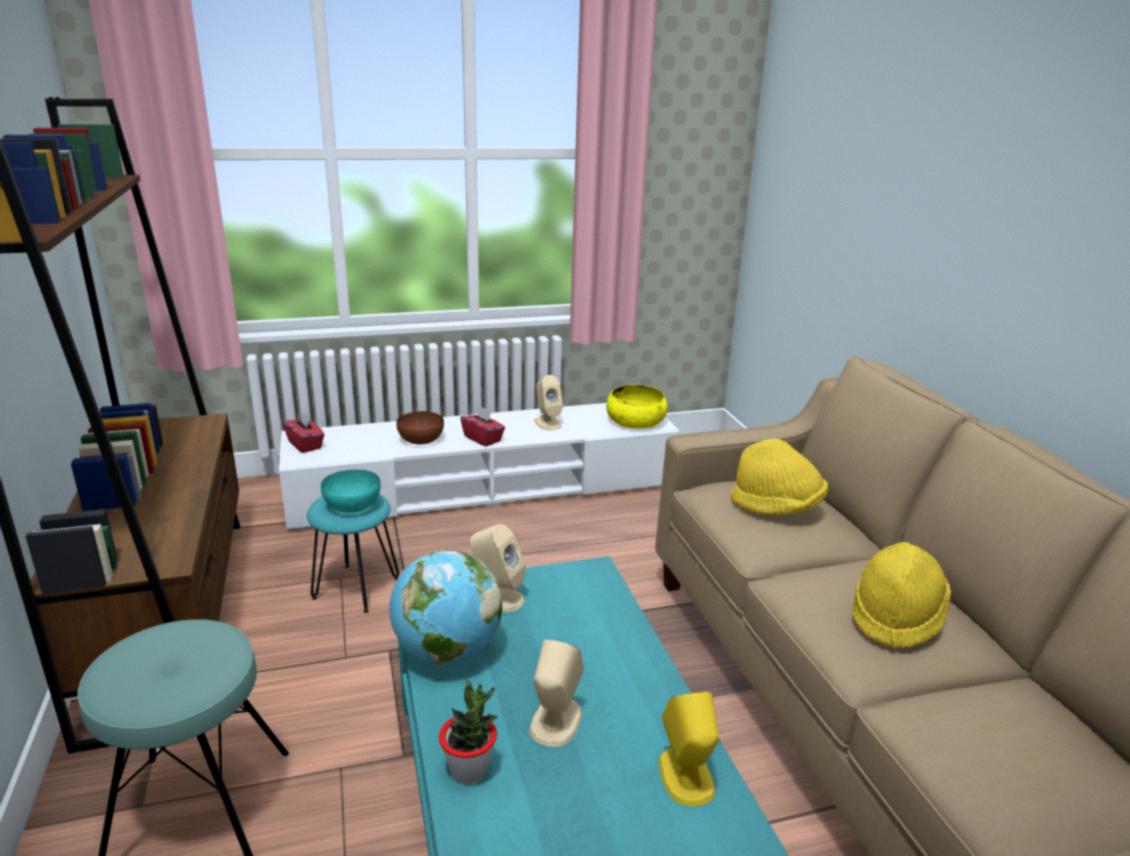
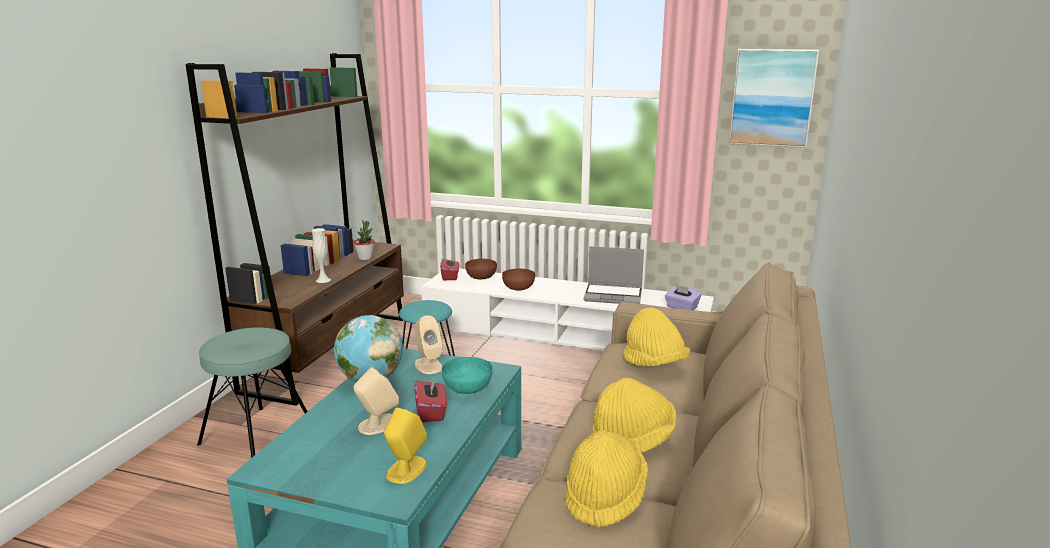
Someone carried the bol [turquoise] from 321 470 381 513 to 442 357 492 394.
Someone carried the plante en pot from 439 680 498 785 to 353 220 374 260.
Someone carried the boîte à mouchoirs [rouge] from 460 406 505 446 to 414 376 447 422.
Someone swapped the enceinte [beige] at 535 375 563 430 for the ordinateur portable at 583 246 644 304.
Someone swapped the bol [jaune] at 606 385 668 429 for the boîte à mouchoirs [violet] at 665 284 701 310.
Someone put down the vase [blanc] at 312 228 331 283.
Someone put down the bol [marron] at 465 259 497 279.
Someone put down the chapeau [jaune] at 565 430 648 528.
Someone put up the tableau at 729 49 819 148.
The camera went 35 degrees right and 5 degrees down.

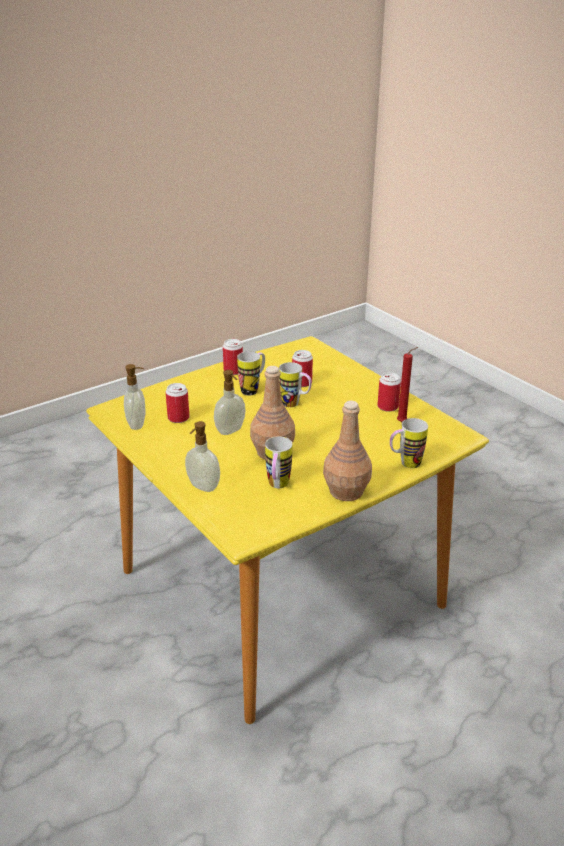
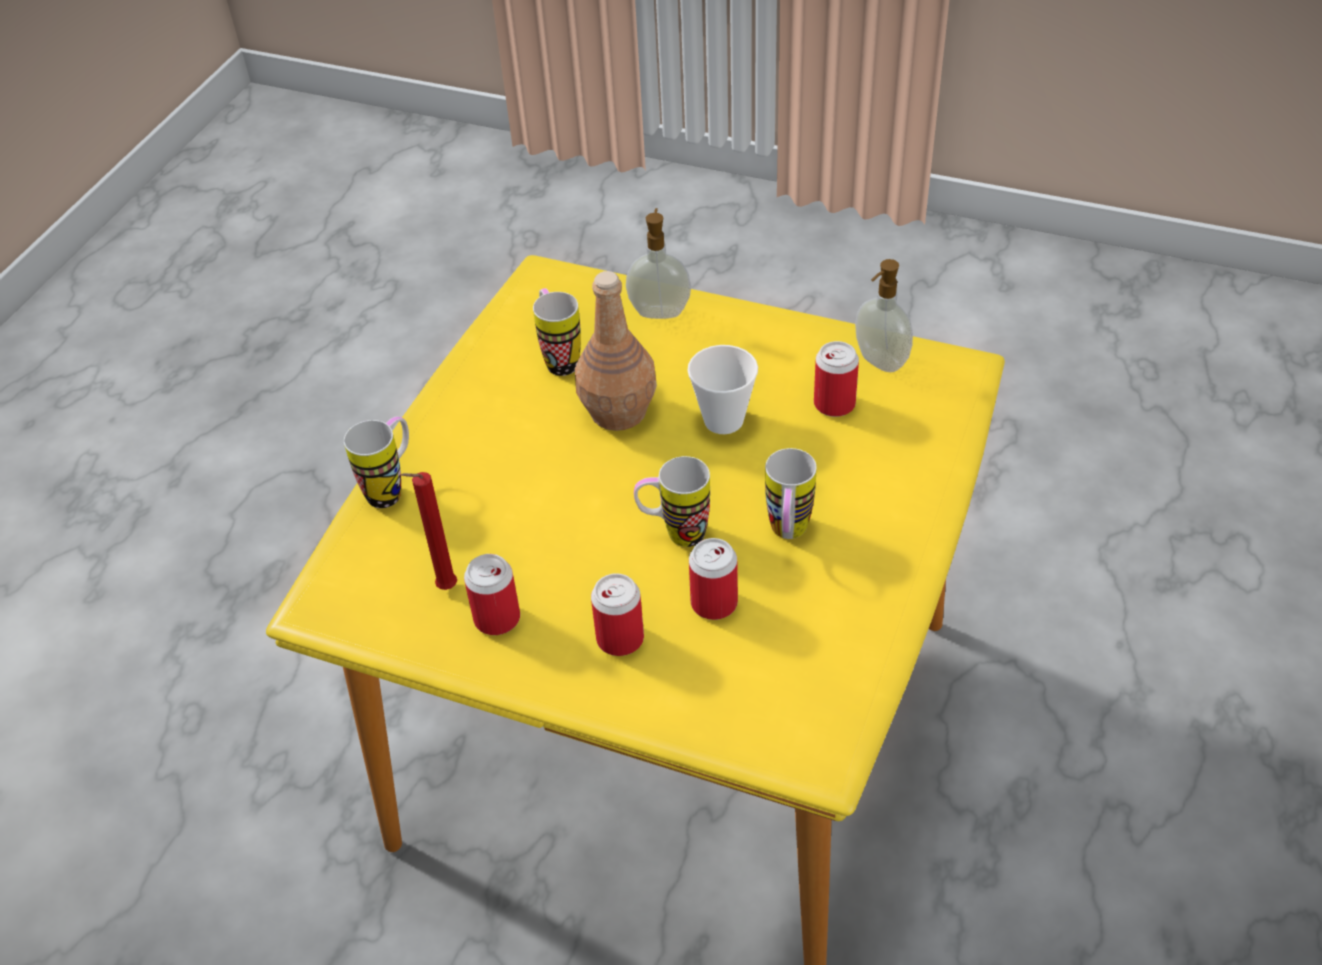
Someone swapped the distributeur de savon at 214 370 246 435 for the tasse at 687 345 758 434.
Someone carried the boîte métallique from 223 339 243 375 to 591 573 644 656.
Someone took away the bouteille [marron] at 323 401 372 501.
The camera went 150 degrees right and 15 degrees up.

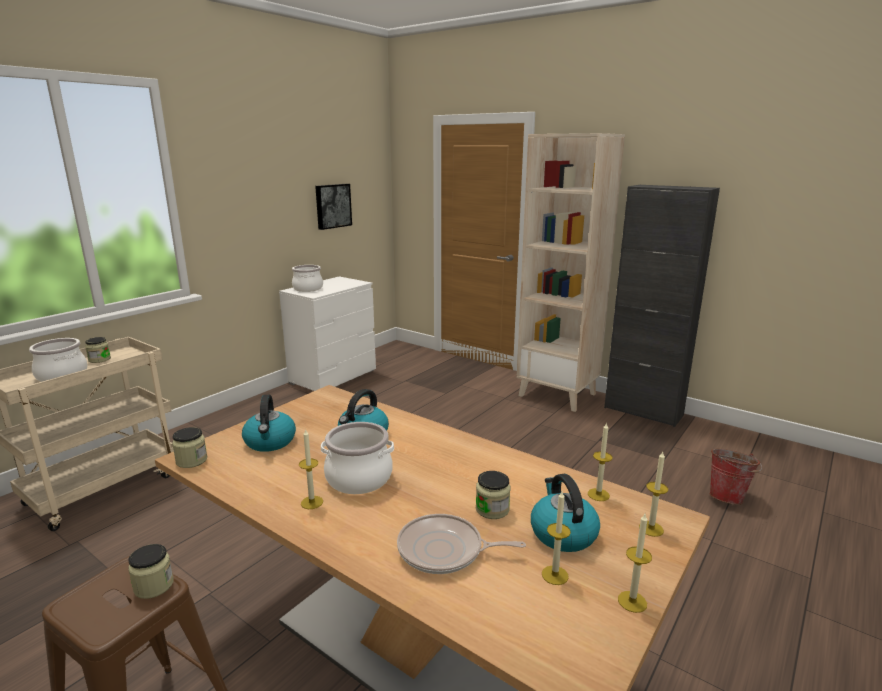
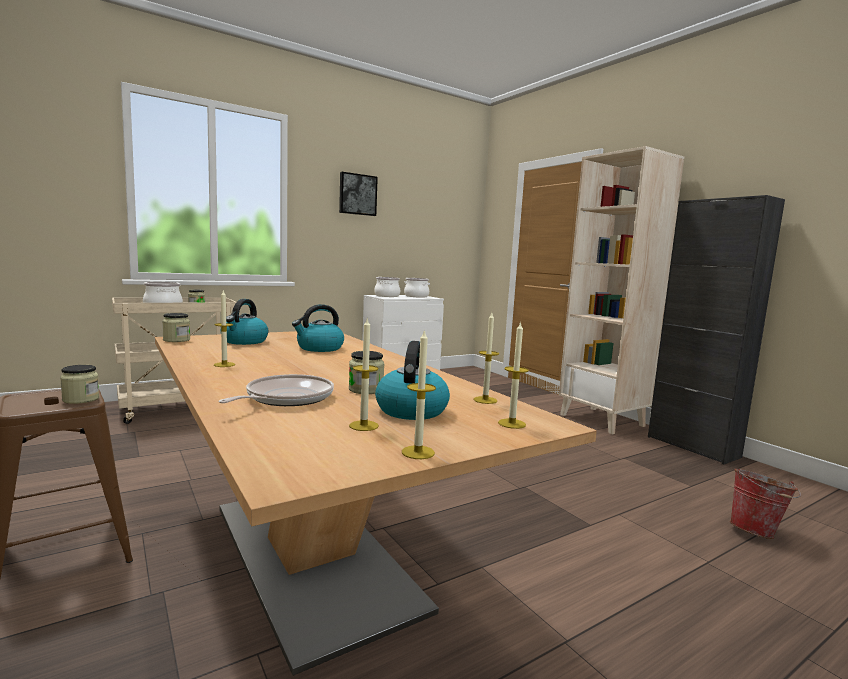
Someone carried the tableau from 315 184 352 230 to 339 172 378 216.
Someone carried the marmite from 321 422 394 494 to 404 278 430 298.
Someone rotated the poêle at 397 514 526 574 by 90 degrees clockwise.
The camera went 20 degrees right and 10 degrees down.

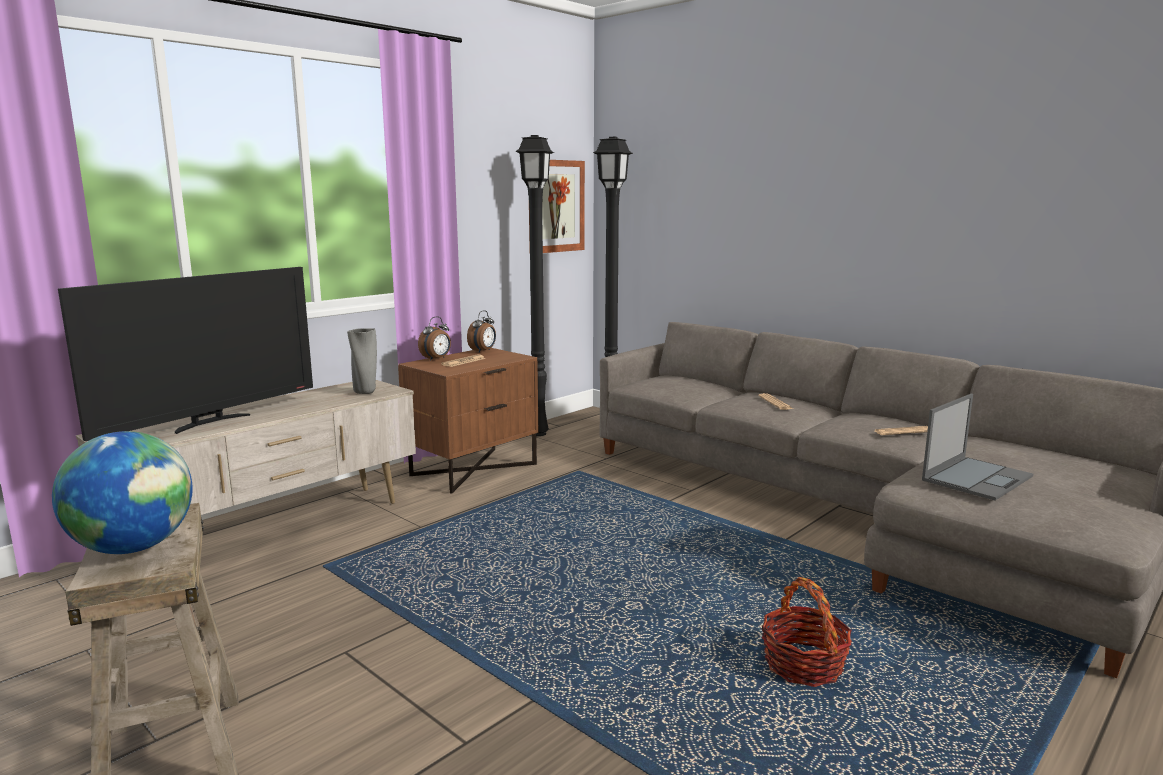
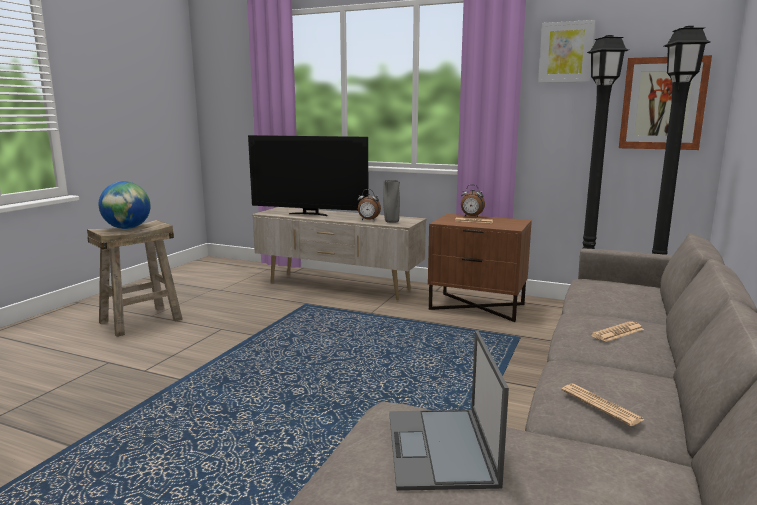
Someone carried the réveil from 467 310 496 353 to 358 189 381 221.
Someone took away the panier at 762 577 852 687.
Someone rotated the ordinateur portable at 922 394 1033 501 by 60 degrees clockwise.
Someone put up the tableau at 538 20 595 83.
The camera went 70 degrees right and 0 degrees up.

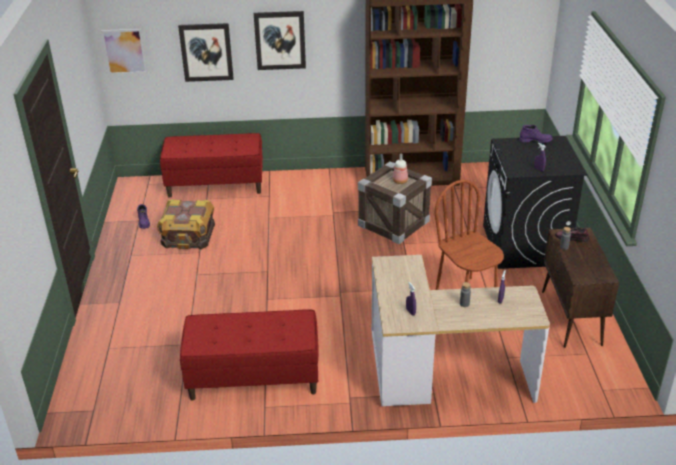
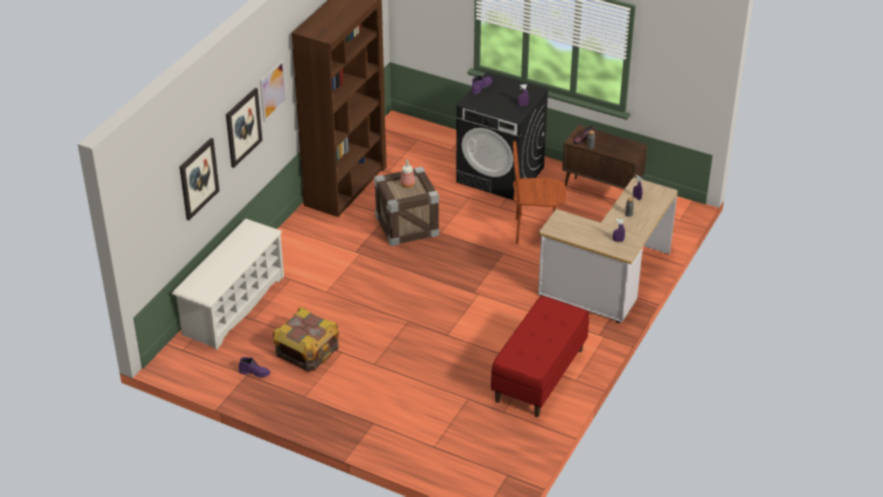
Someone carried the tableau from 101 29 148 75 to 260 60 287 122.
Someone swapped the banc [rouge] at 160 133 263 198 for the étagère à chaussures [blanc] at 172 218 284 350.
The camera went 60 degrees left and 5 degrees up.

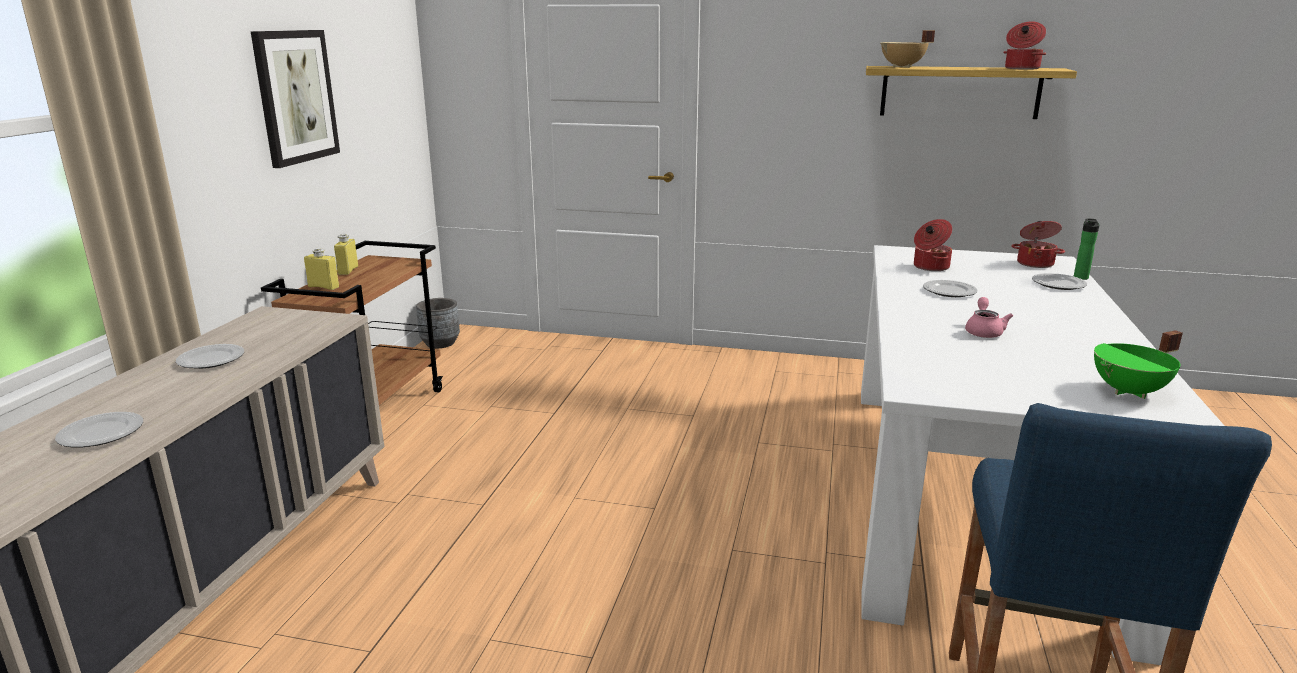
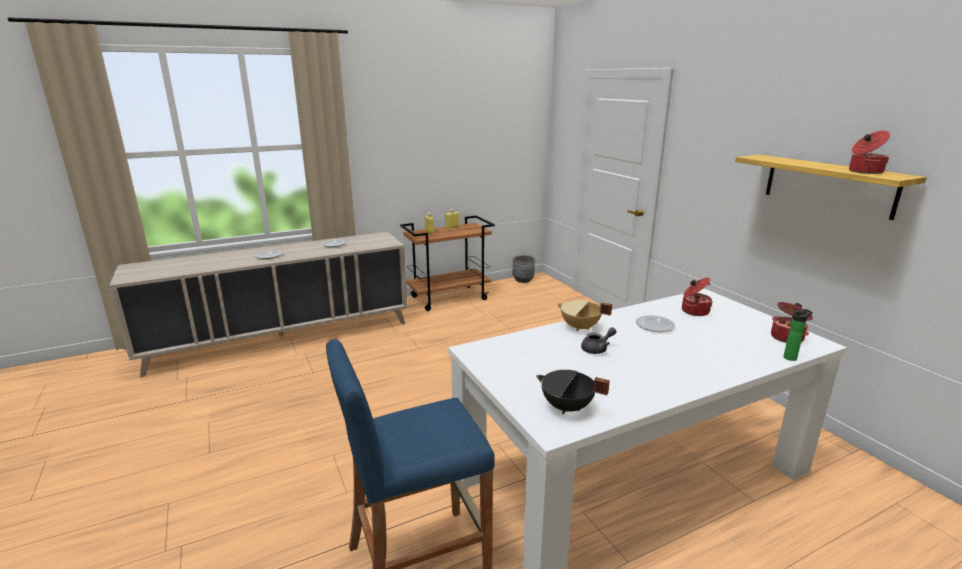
Someone took away the tableau at 250 30 340 168.
Someone carried the marmite [beige] from 880 30 935 68 to 557 300 612 331.
Someone repainted the théière [rose] at 965 297 1013 338, which became the théière [gris] at 581 327 616 354.
Someone took away the assiette at 1032 273 1087 290.
Someone repainted the marmite [vert] at 1094 330 1183 399, which became the marmite [noir] at 536 370 610 414.
The camera went 50 degrees right and 0 degrees up.

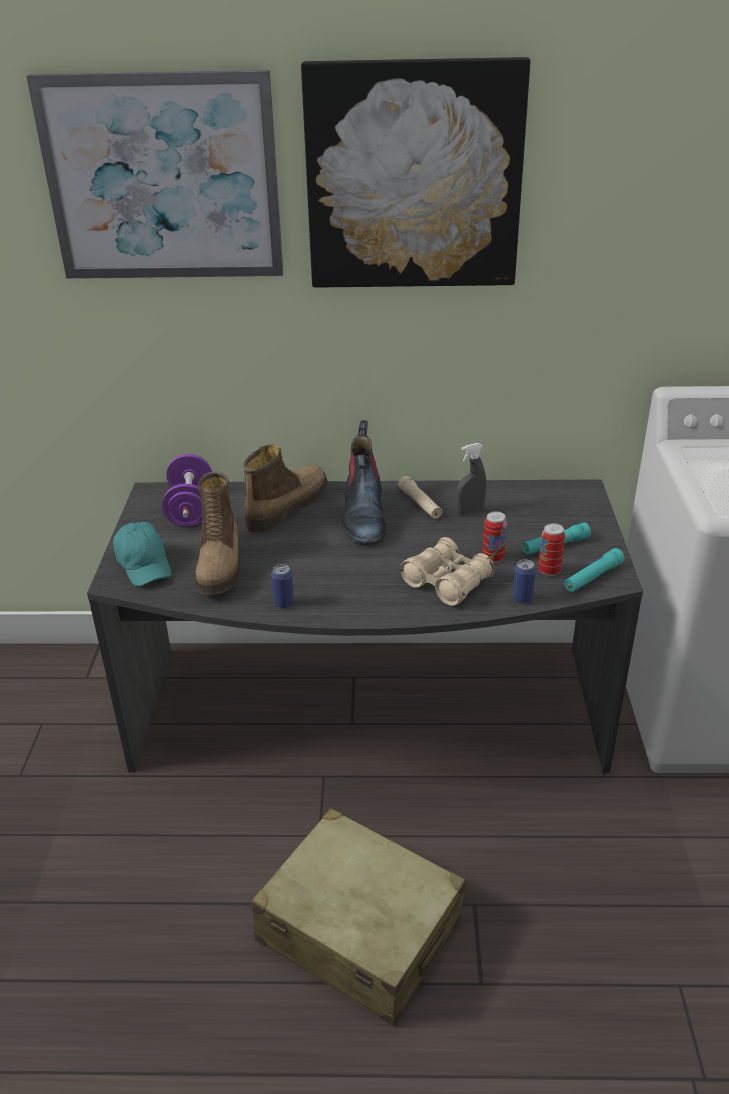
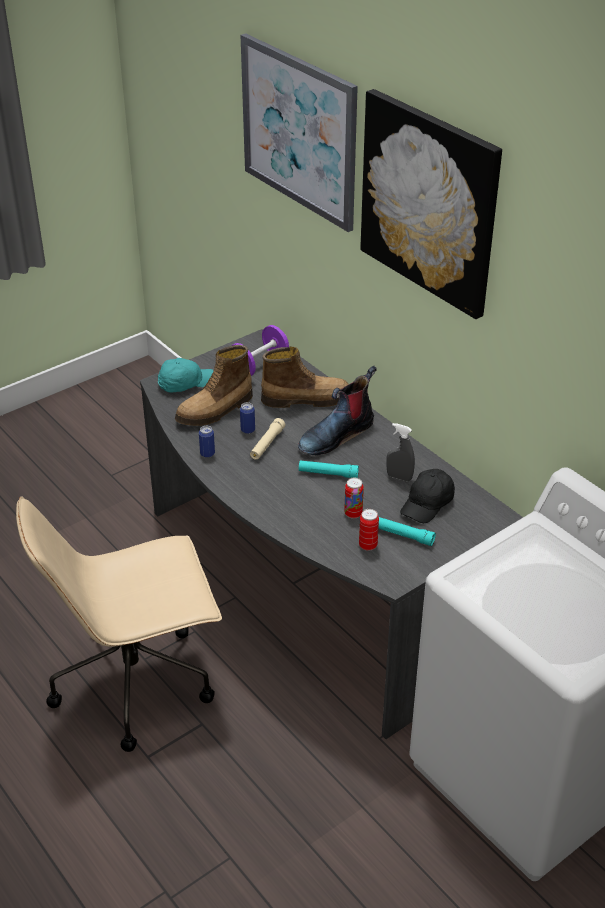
Someone rotated the casquette [turquoise] at 113 522 172 586 by 135 degrees counterclockwise.
Someone swapped the valise [beige] at 251 808 466 1026 for the chaise de bureau [beige] at 16 496 222 752.
Someone carried the lampe de poche [beige] from 398 476 442 519 to 250 418 285 460.
Someone took away the jumelles [beige] at 400 537 495 606.
Someone carried the boîte métallique from 513 559 536 604 to 240 402 255 434.
Someone carried the lampe de poche [turquoise] from 564 548 625 592 to 299 460 359 478.
Someone put down the casquette [noir] at 400 469 455 523.
The camera went 50 degrees right and 5 degrees up.

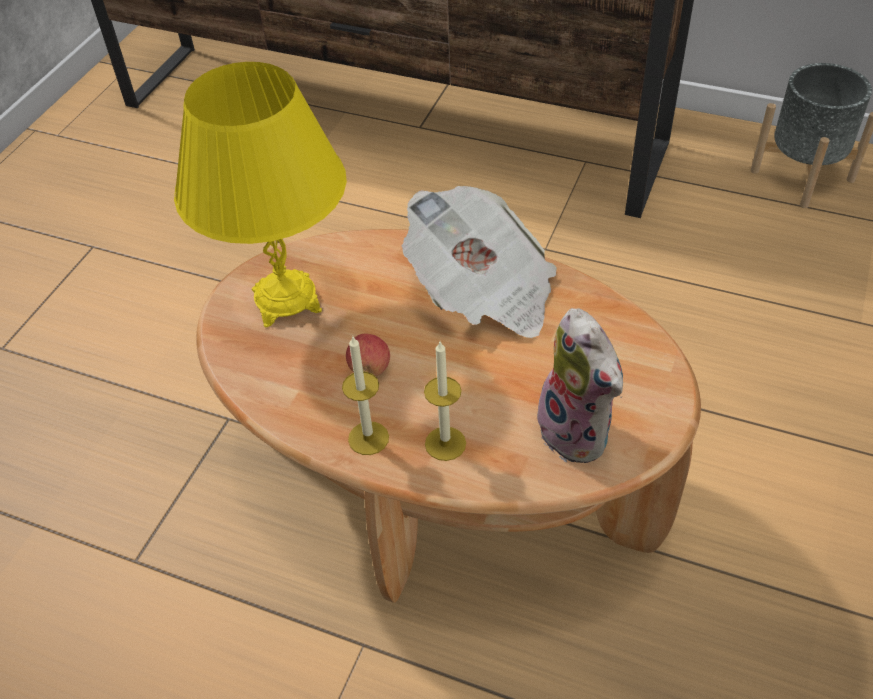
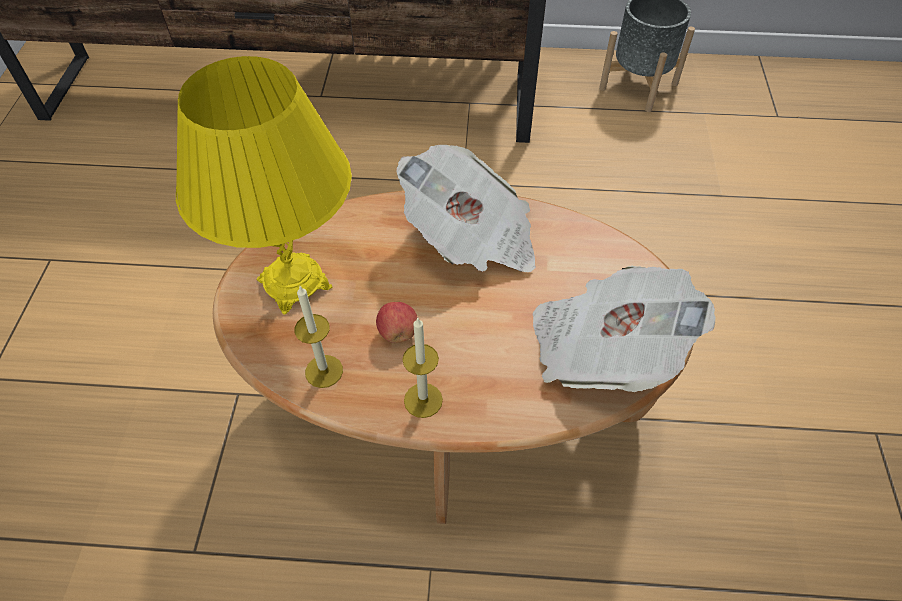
Someone carried the bougie from 424 342 466 461 to 295 286 343 388.
Someone swapped the peluche at 531 308 623 463 for the journal at 532 266 716 392.
The camera went 20 degrees left and 5 degrees up.

